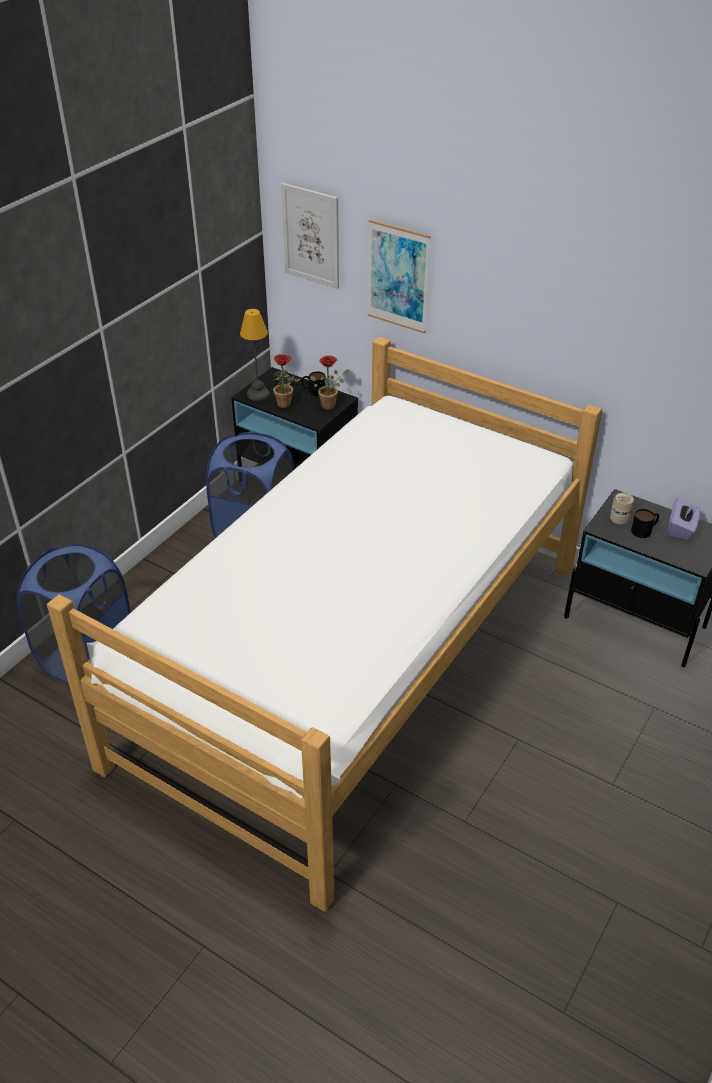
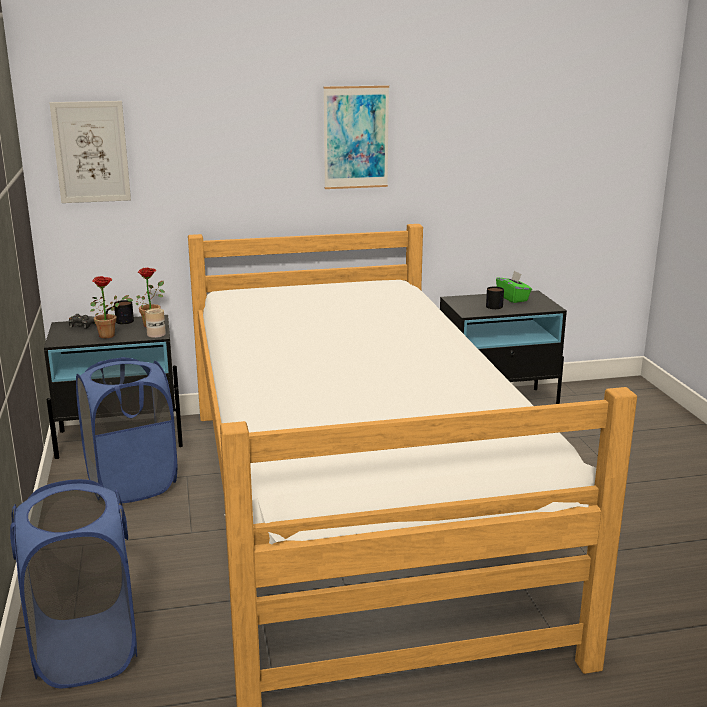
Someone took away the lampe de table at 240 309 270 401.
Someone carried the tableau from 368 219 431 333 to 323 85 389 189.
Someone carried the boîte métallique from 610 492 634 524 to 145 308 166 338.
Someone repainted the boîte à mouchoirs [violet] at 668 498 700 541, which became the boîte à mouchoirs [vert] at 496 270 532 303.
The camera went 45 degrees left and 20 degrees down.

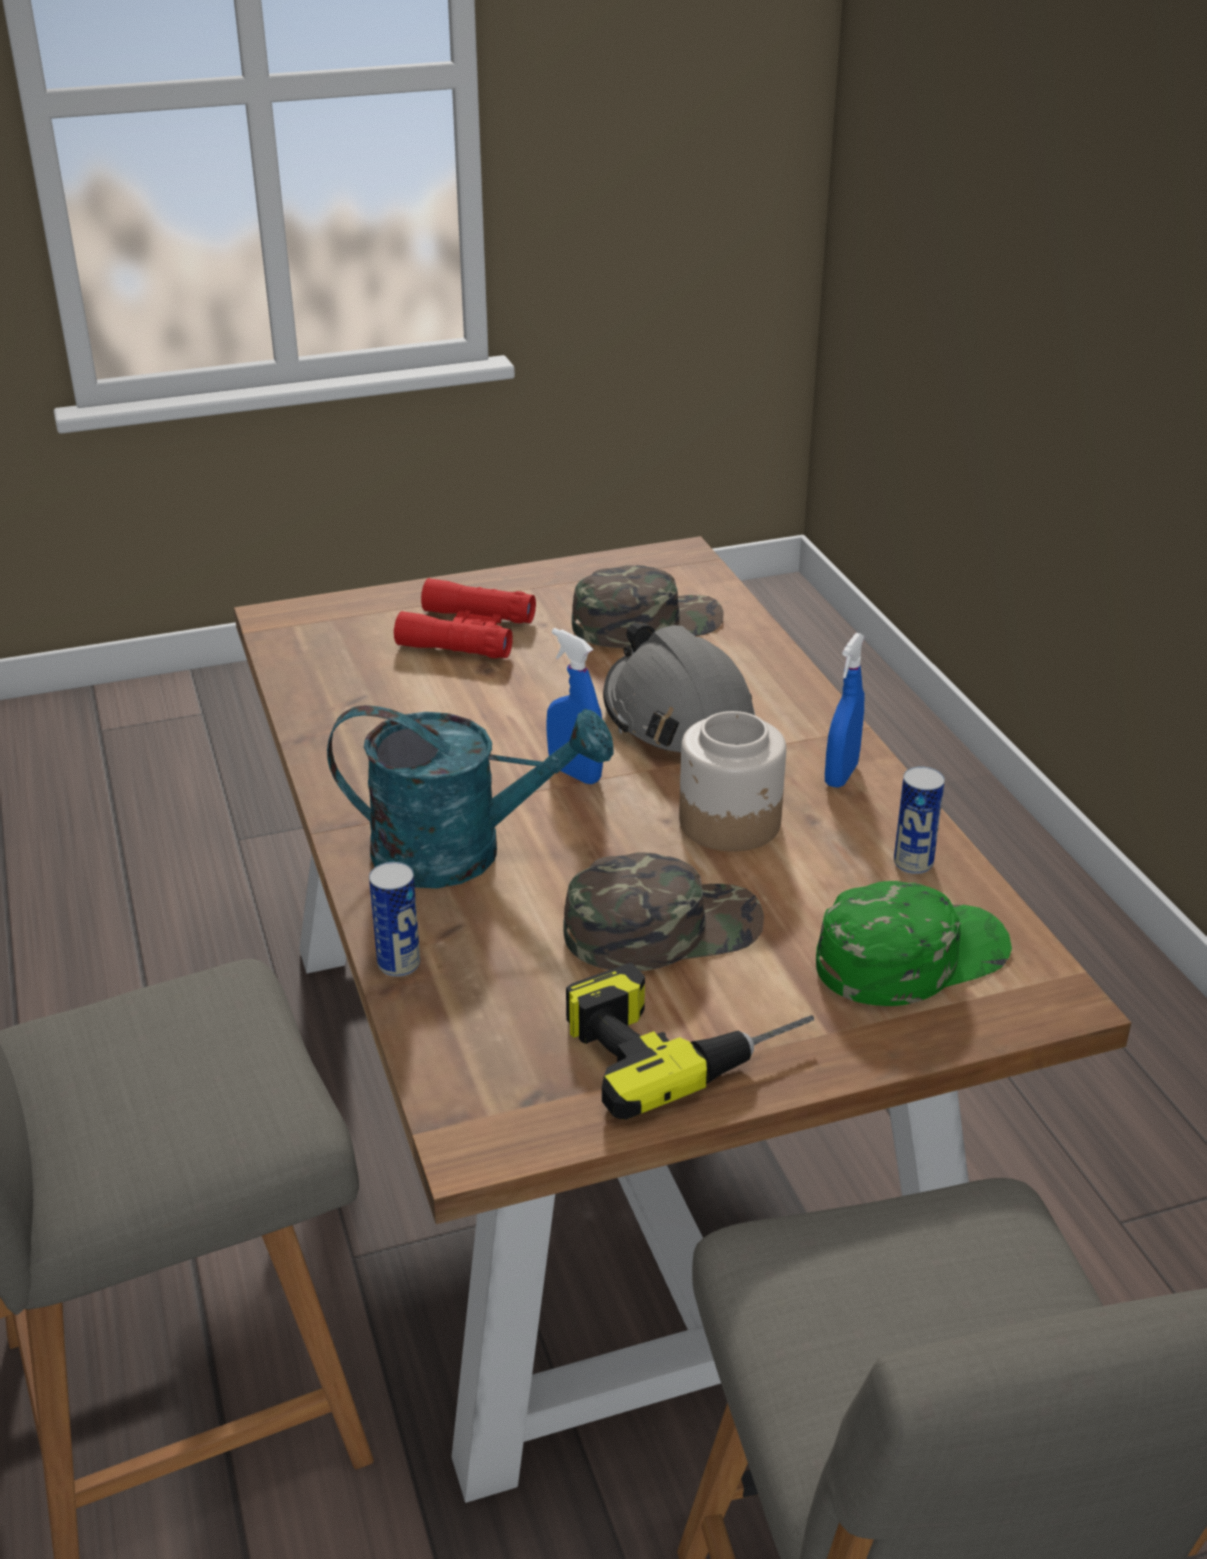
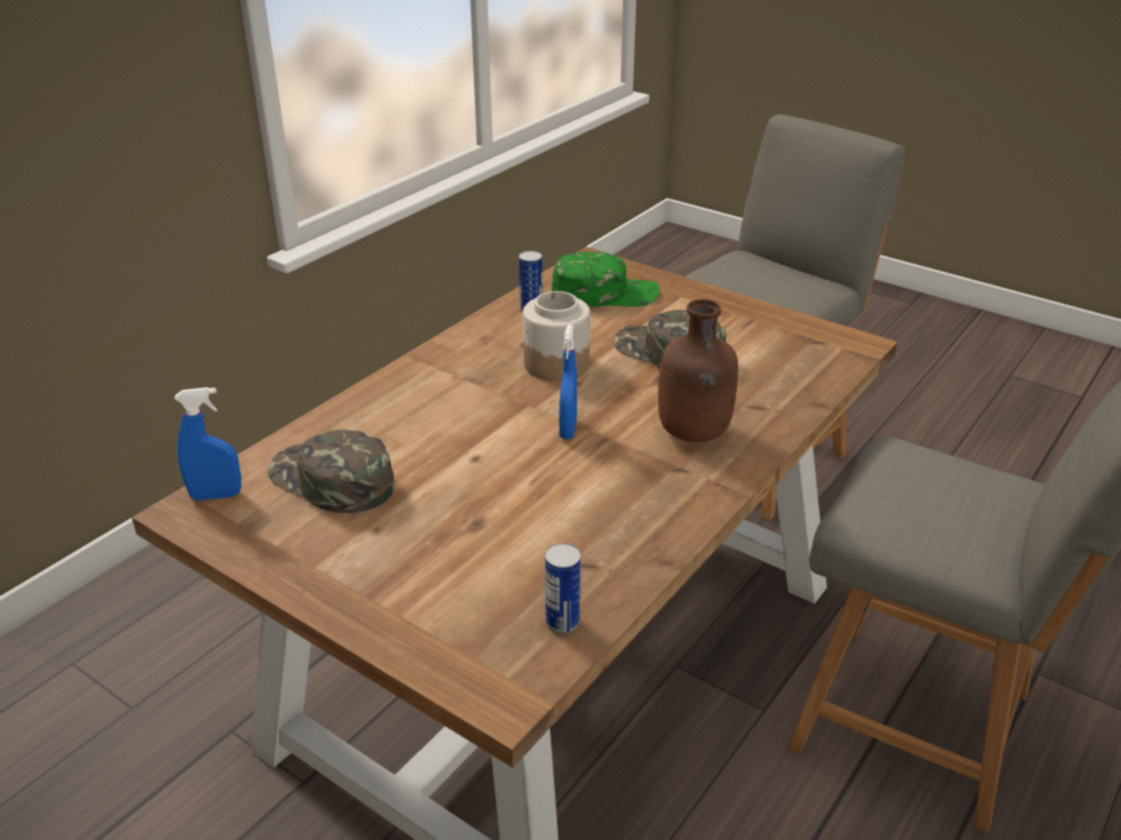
Someone swapped the arrosoir [turquoise] at 327 705 613 888 for the bouteille [marron] at 658 299 738 442.
Someone carried the boîte métallique from 369 862 420 977 to 545 543 581 634.
Someone took away the jumelles [rouge] at 394 578 536 658.
Someone took away the perceuse at 566 962 814 1120.
Someone took away the casque de chantier [gris] at 603 622 755 753.
Someone rotated the casquette [vert] at 816 881 1012 1006 by 150 degrees clockwise.
Someone carried the vaporisateur [bleu] from 825 633 865 788 to 175 387 241 501.
The camera went 125 degrees left and 0 degrees up.

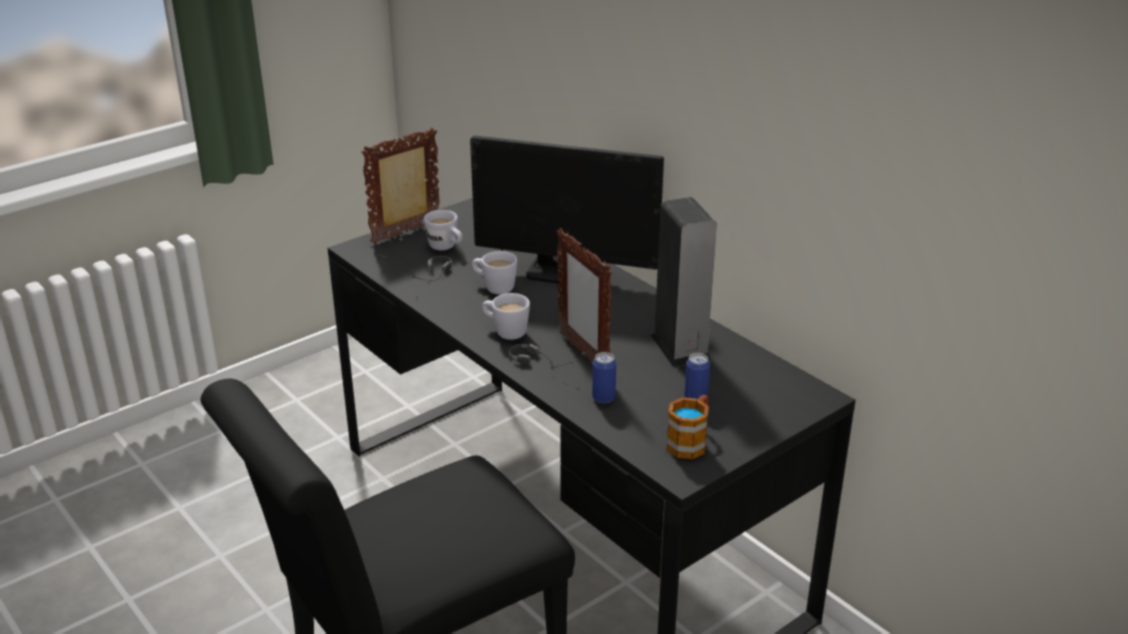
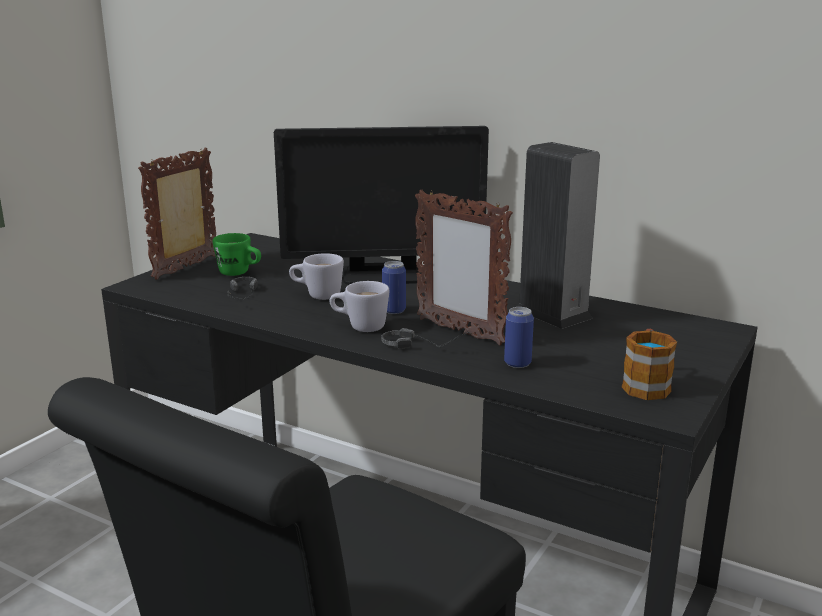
Someone repainted the mug [blanc] at 424 210 462 250, which became the mug [vert] at 212 233 261 276.
Someone carried the boîte métallique from 684 353 710 399 to 382 261 406 314.
The camera went 20 degrees left and 10 degrees down.

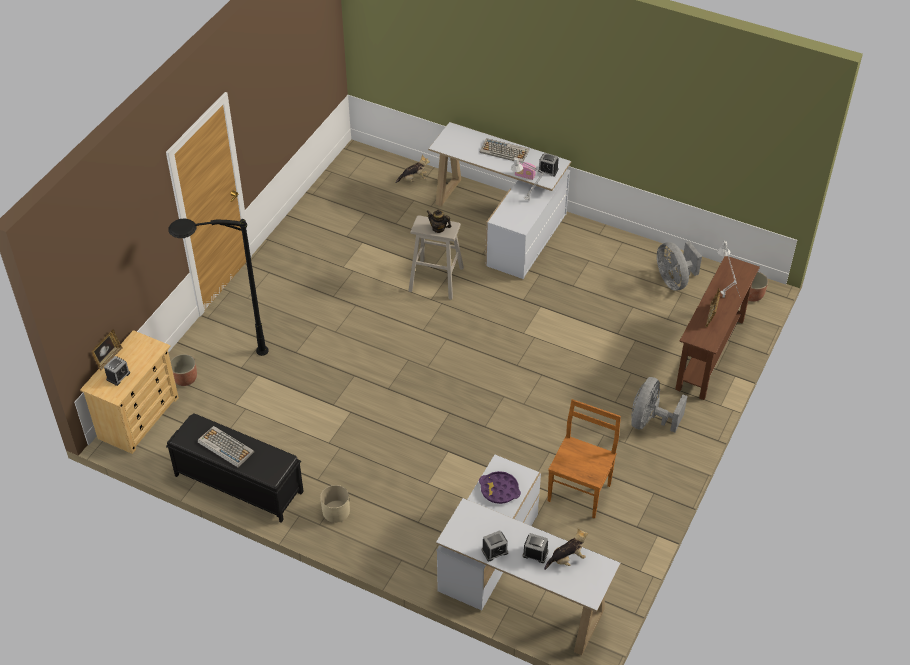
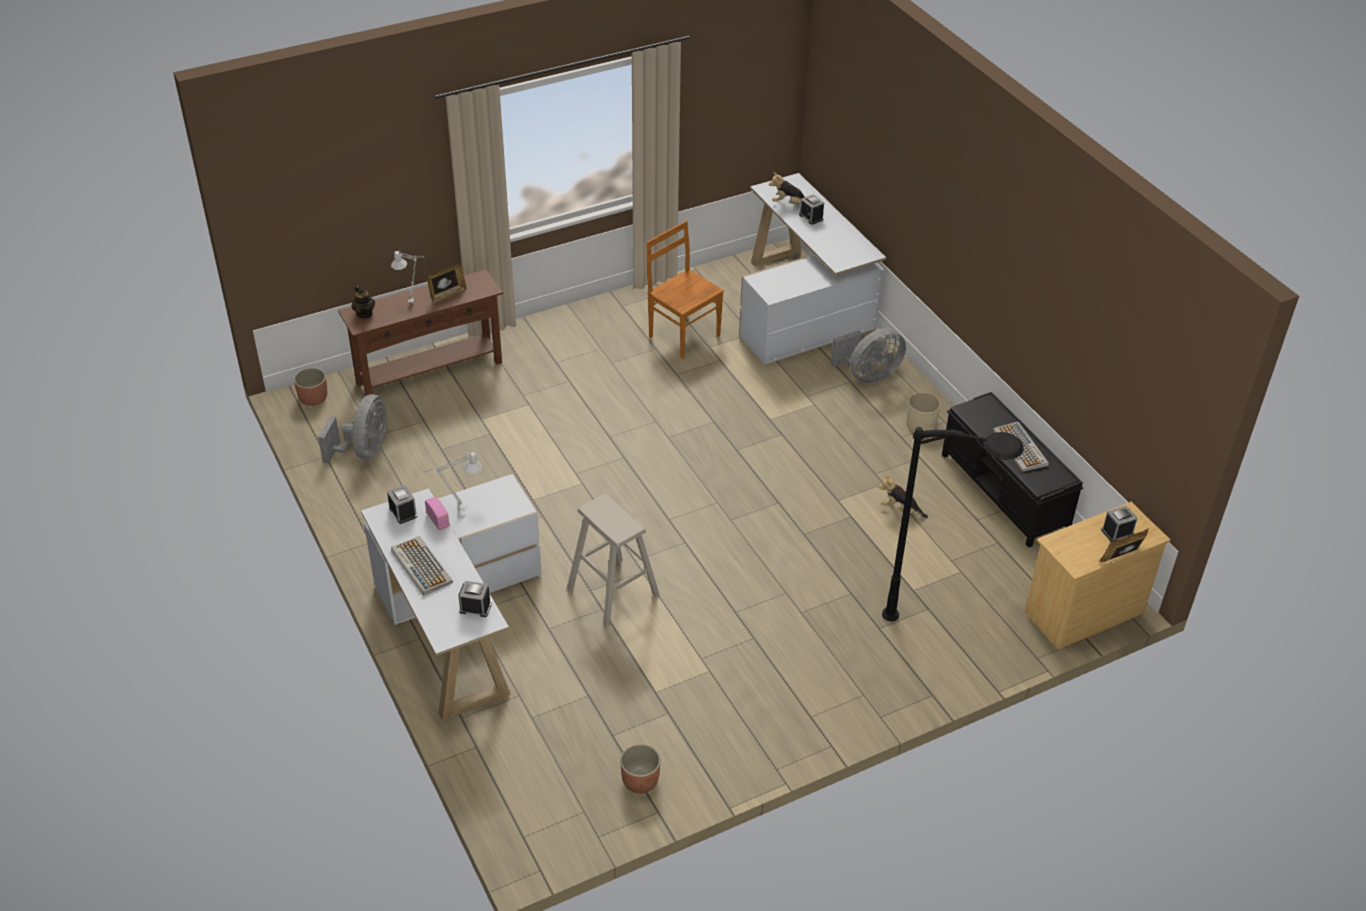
Someone carried the cache-pot from 170 354 197 386 to 620 744 660 793.
Someone carried the peluche from 395 155 430 183 to 878 474 928 518.
Someone carried the théière from 426 209 451 233 to 351 285 375 318.
Someone took away the plateau [violet] at 479 471 521 504.
Someone carried the réveil from 482 530 508 562 to 459 581 492 617.
Someone rotated the chaise [marron] at 548 399 621 519 by 75 degrees clockwise.
Someone carried the ventilateur [gris] from 631 377 688 432 to 831 328 906 384.
The camera went 145 degrees left and 5 degrees down.

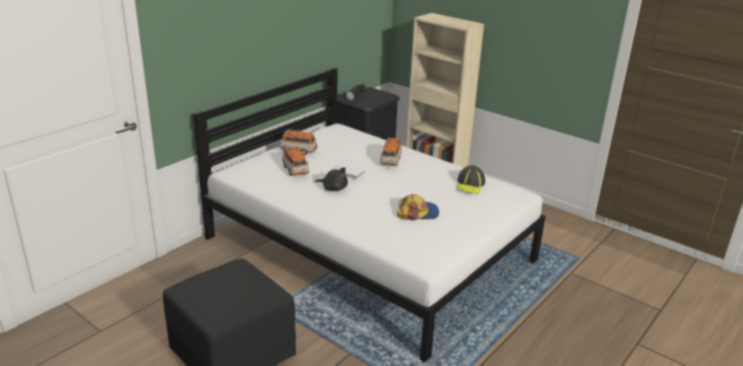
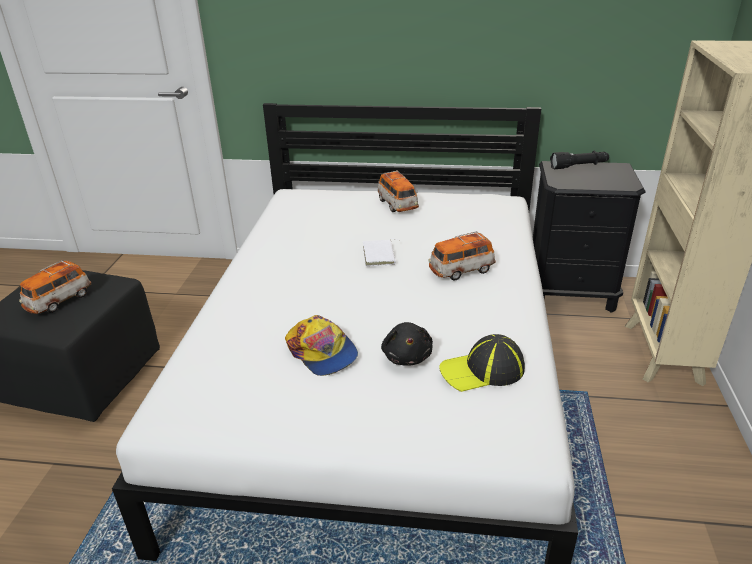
Someone carried the petite voiture from 282 146 309 176 to 19 260 91 314.
Someone carried the peluche [noir] from 315 167 348 191 to 381 322 433 366.
The camera went 60 degrees right and 5 degrees up.

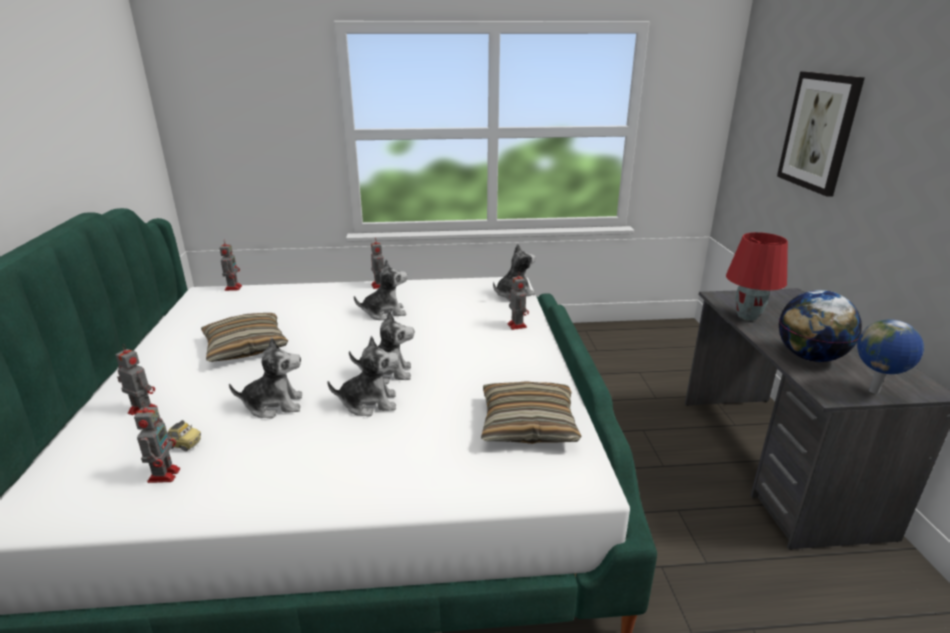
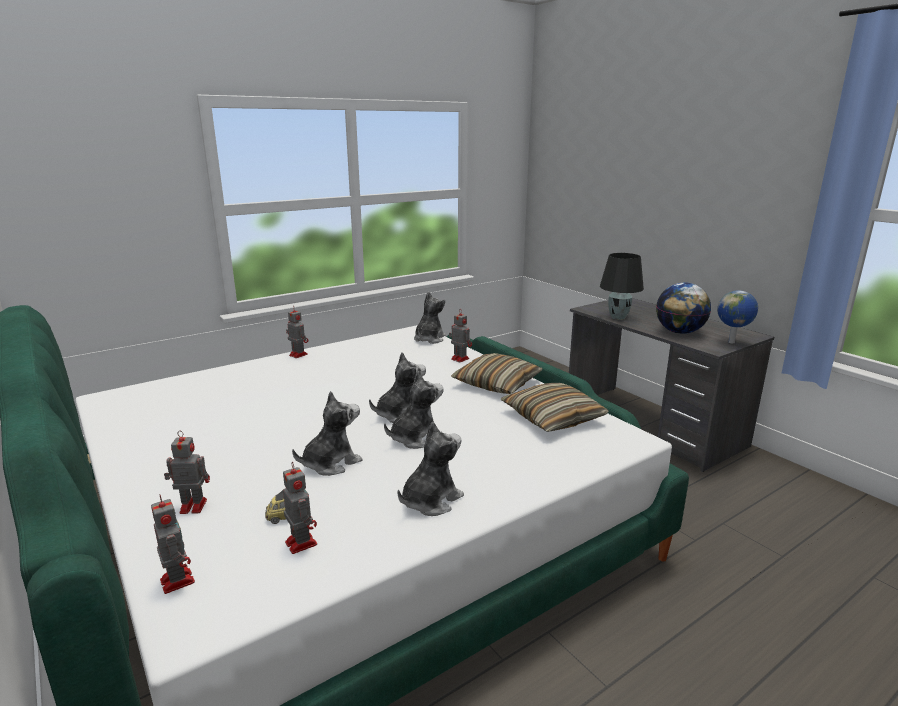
Someone carried the coussin from 201 313 288 362 to 451 353 542 394.
Someone carried the robot jouet from 220 243 242 291 to 151 495 195 594.
Someone carried the peluche from 354 259 408 320 to 397 421 464 516.
Someone repainted the lampe de table [rouge] at 726 232 788 321, which became the lampe de table [noir] at 600 253 644 320.
Someone took away the tableau at 777 71 865 197.
The camera went 30 degrees left and 5 degrees down.

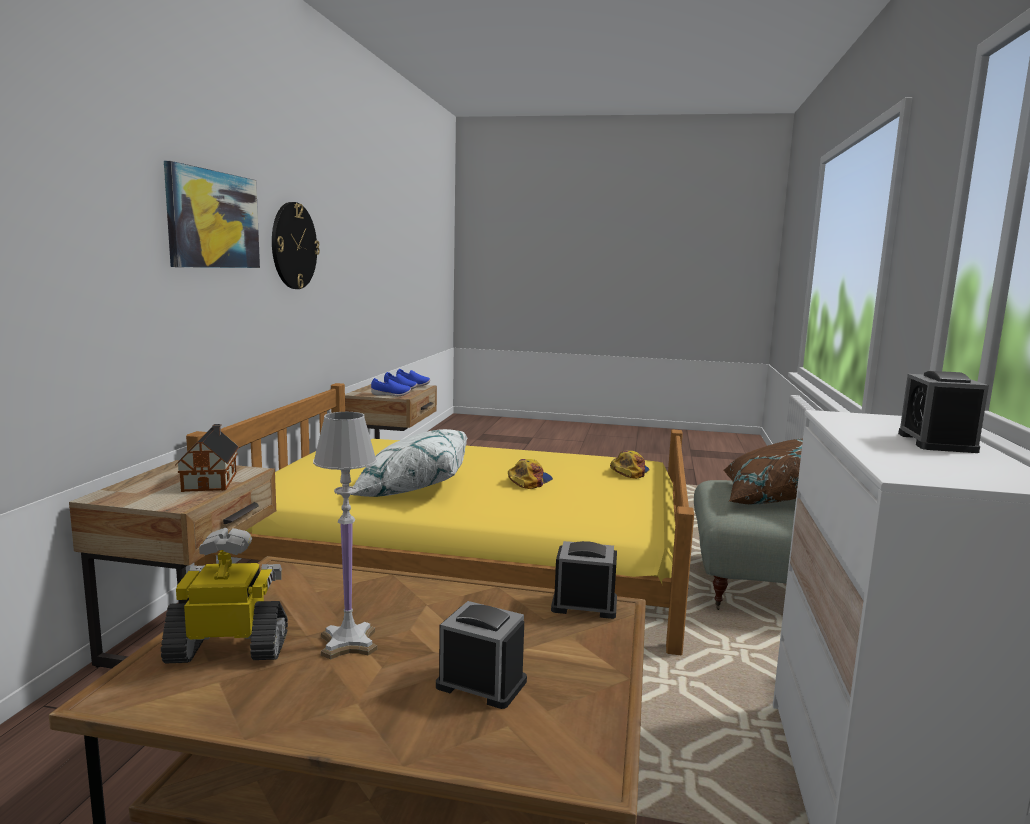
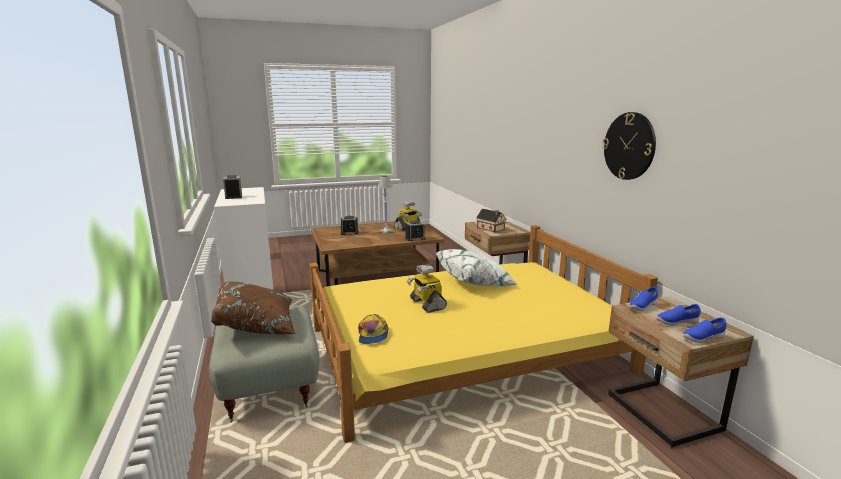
Someone took away the tableau at 164 161 260 268.
Someone swapped the casquette at 508 459 553 489 for the robot jouet at 407 264 447 313.
Someone carried the réveil from 551 541 617 619 to 405 220 426 241.
The camera went 150 degrees right and 5 degrees up.

